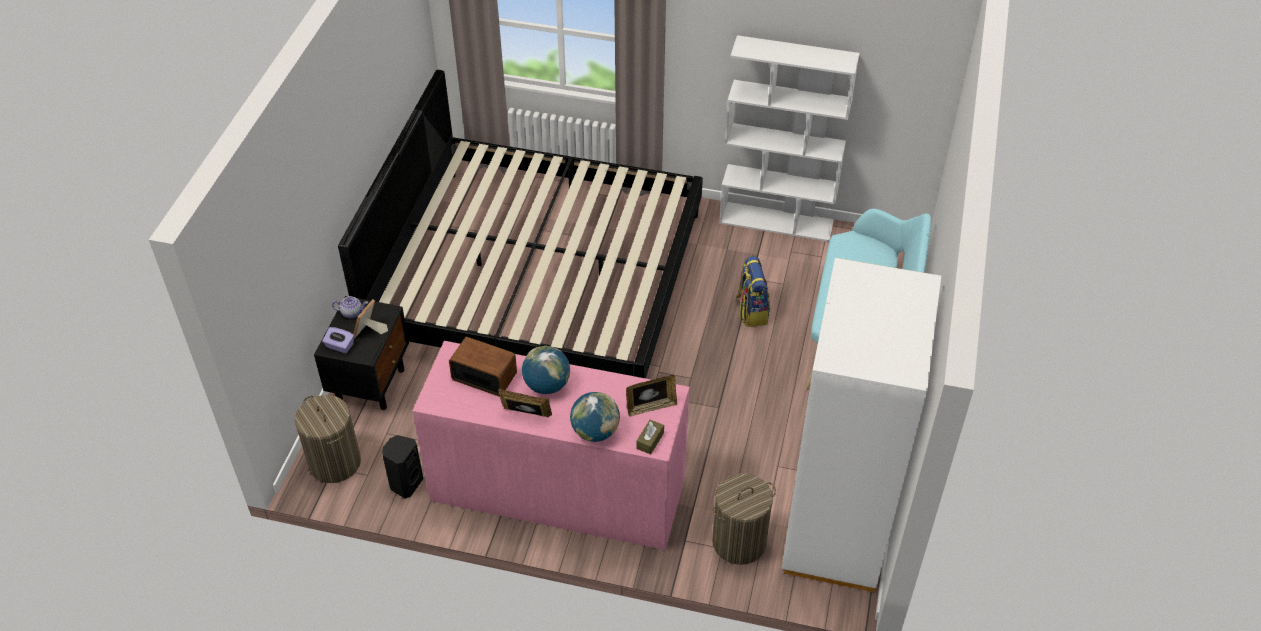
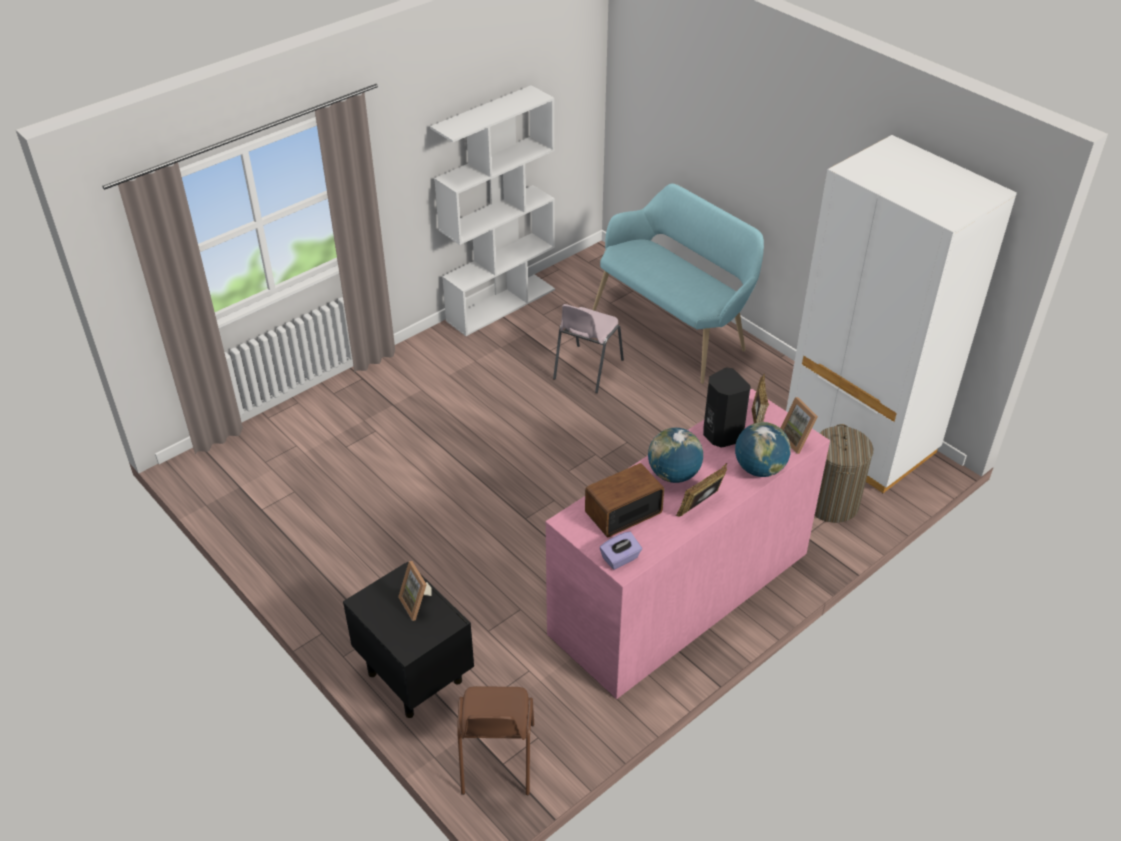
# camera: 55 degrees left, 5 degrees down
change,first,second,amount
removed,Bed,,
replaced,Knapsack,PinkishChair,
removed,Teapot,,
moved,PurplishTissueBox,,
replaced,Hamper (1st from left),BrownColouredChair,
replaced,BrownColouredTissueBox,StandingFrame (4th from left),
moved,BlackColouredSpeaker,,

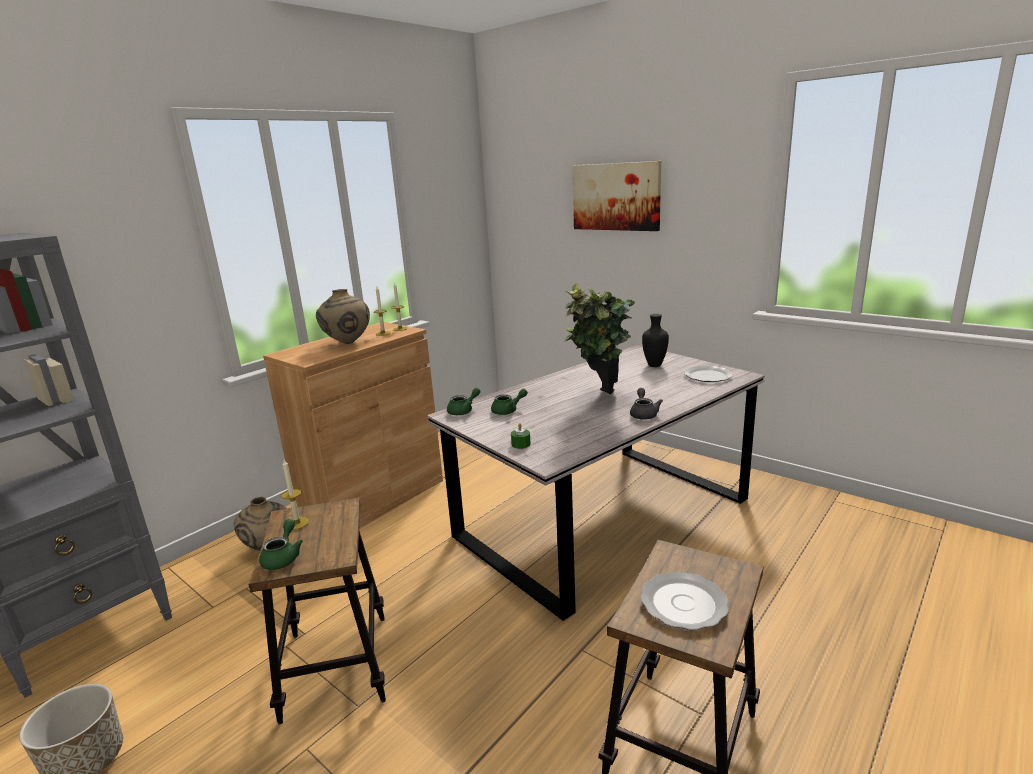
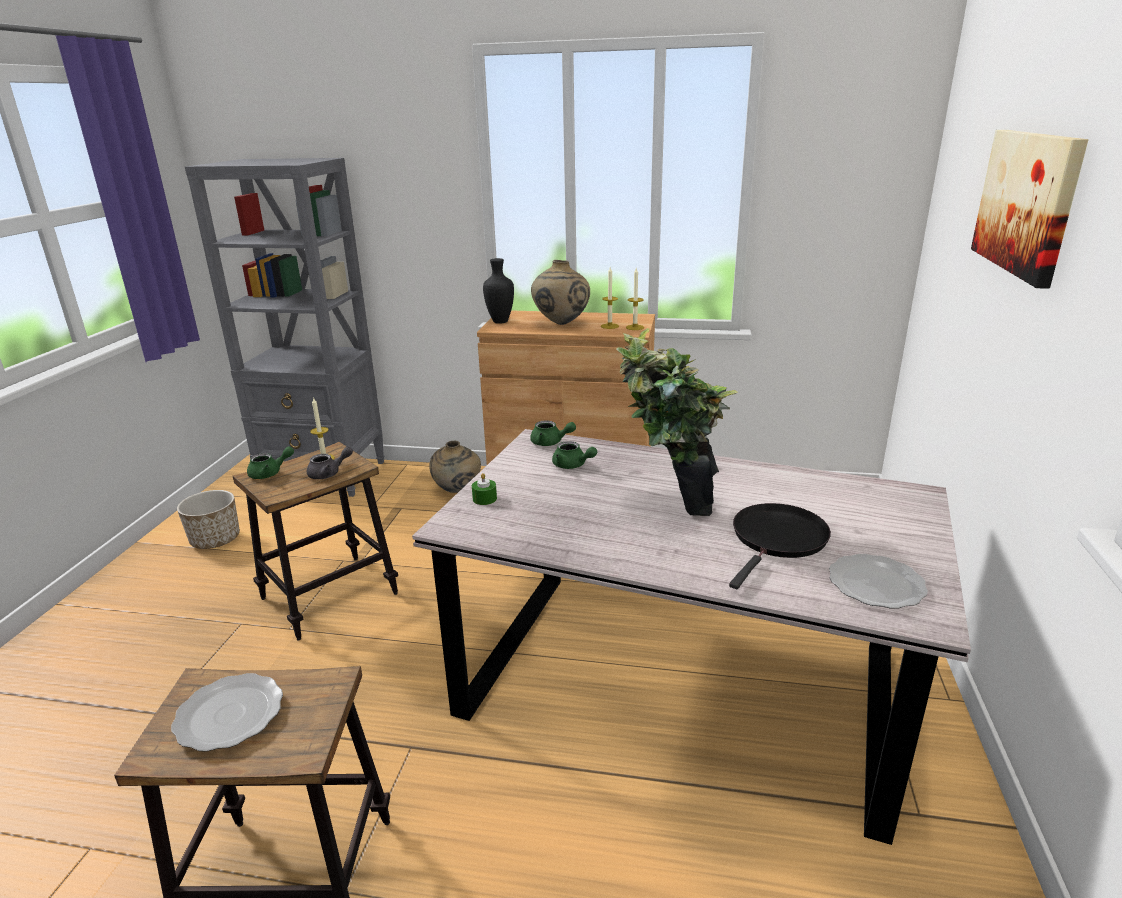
# camera: 60 degrees right, 5 degrees up
change,first,second,amount
moved,BlackColouredFlowerVase,,
moved,GreyTeapot,,
added,,BlackColouredSkillet,

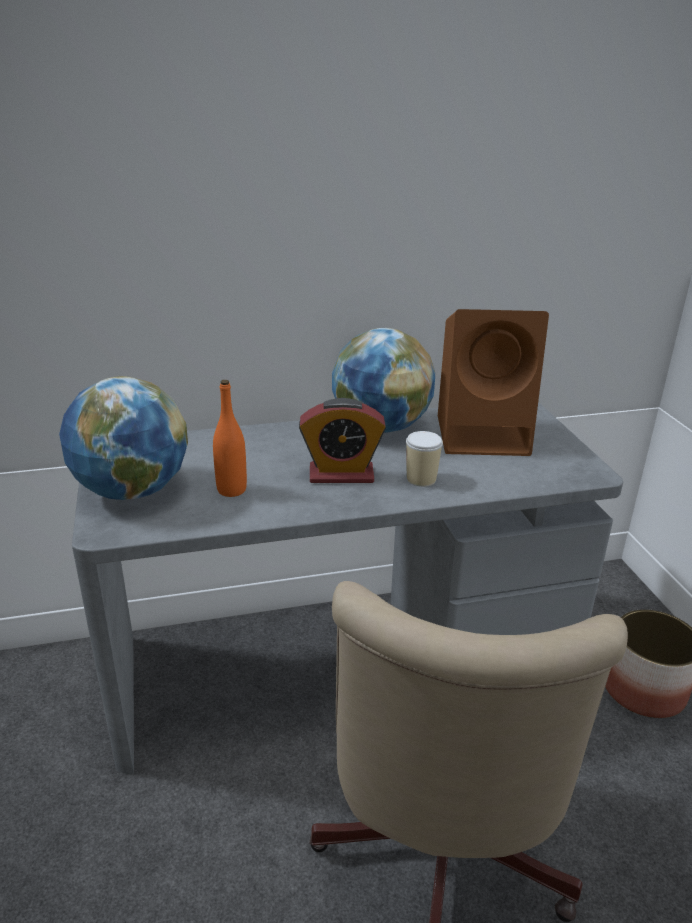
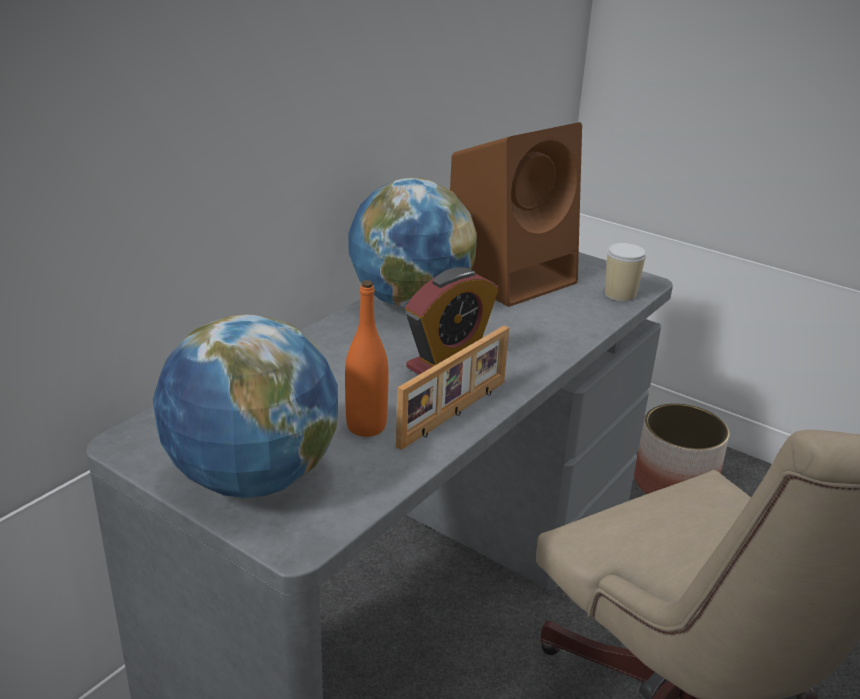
# camera: 40 degrees left, 0 degrees up
change,first,second,amount
moved,DrinkingCup,,
added,,StandingFrame,

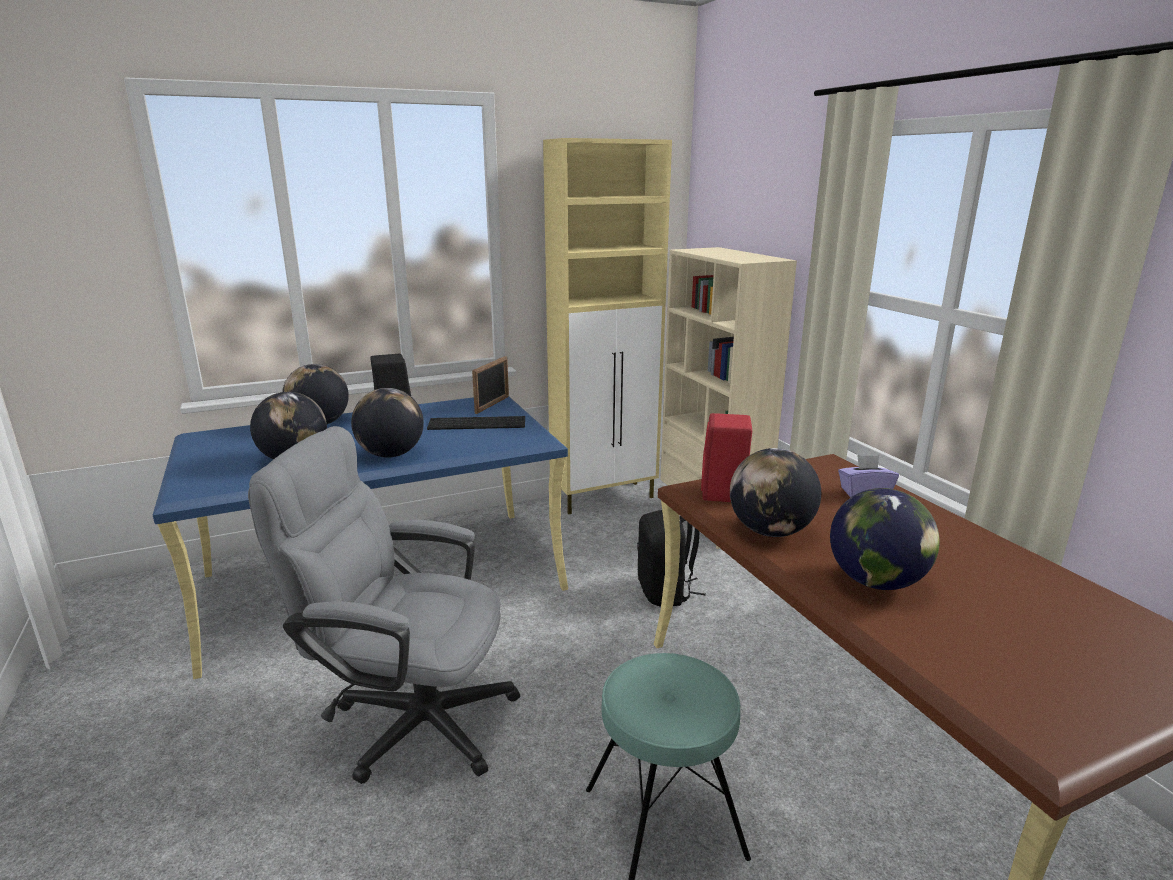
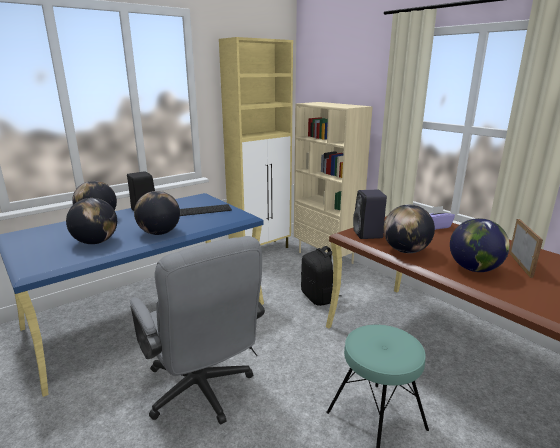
# camera: 15 degrees left, 0 degrees up
change,first,second,amount
moved,StandingFrame,,
recoloured,RedSpeaker,BlackColouredSpeaker (2nd from left),
turned,GreyDeskChair,,120 degrees counterclockwise

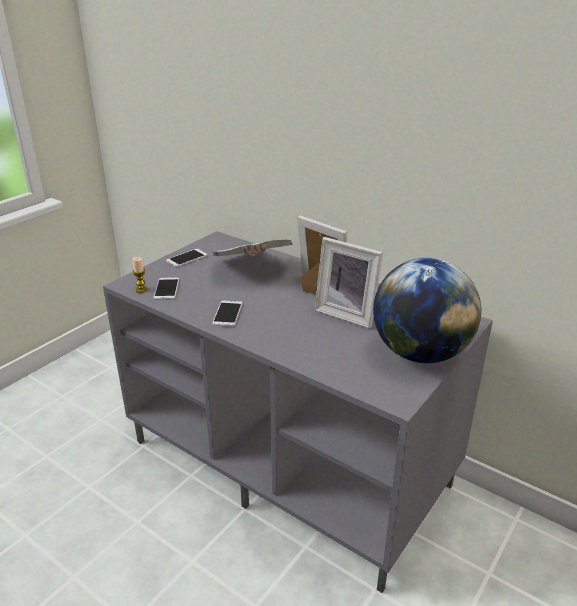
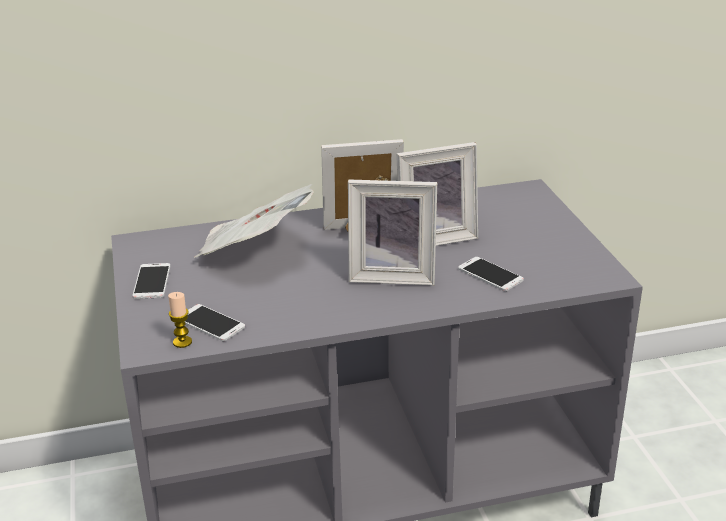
# camera: 50 degrees left, 0 degrees up
change,first,second,amount
removed,WorldGlobe,,
moved,Phone (3rd from left),,
added,,StandingFrame (2nd from left),

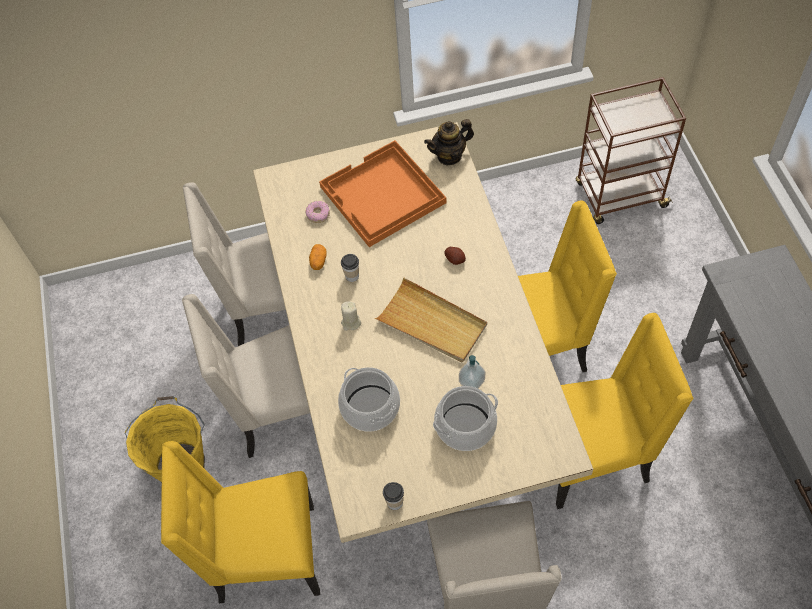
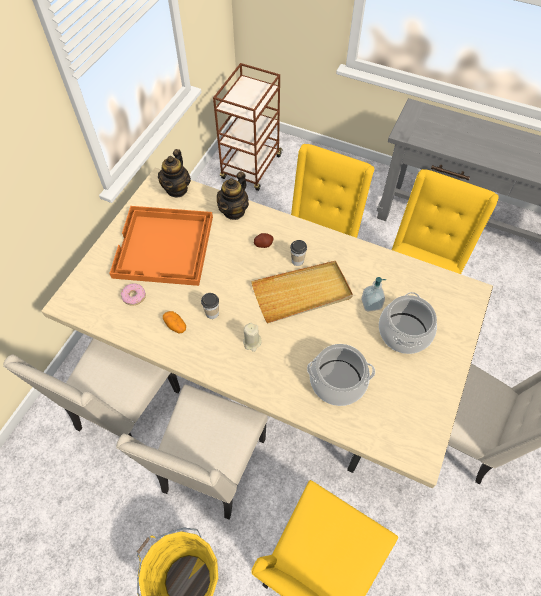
# camera: 55 degrees left, 0 degrees up
change,first,second,amount
moved,DrinkingCup (2nd from left),,
added,,Teapot (2nd from left),

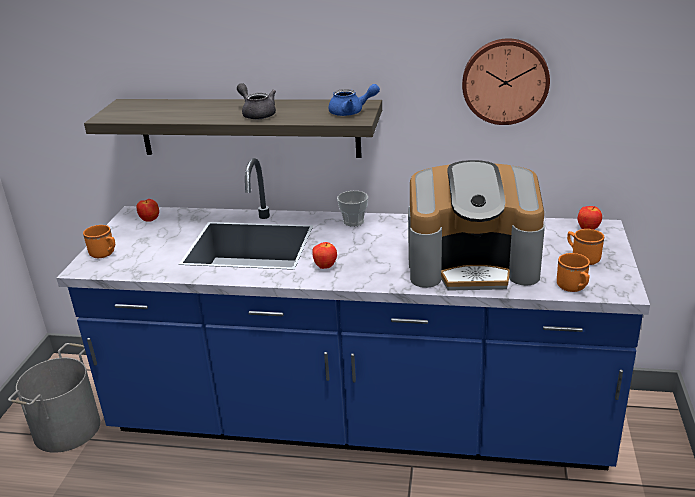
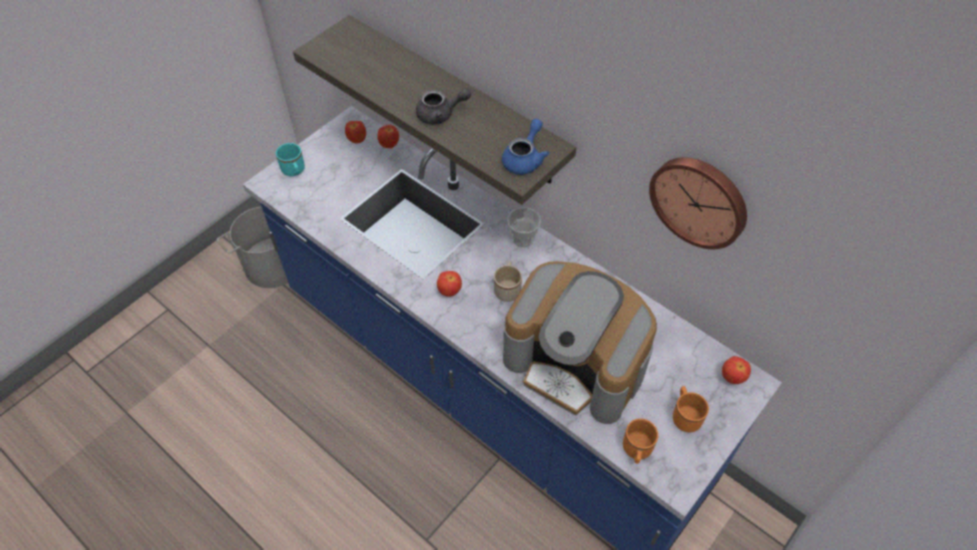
# camera: 30 degrees right, 25 degrees up
change,first,second,amount
turned,GreyTeapot,,90 degrees clockwise
turned,BlueTeapot,,90 degrees counterclockwise
recoloured,OrangeColouredTeaMug (1st from left),TurquoiseColouredTeaMug,
added,,AppleFruit (2nd from left),
added,,SandColouredTeaMug,

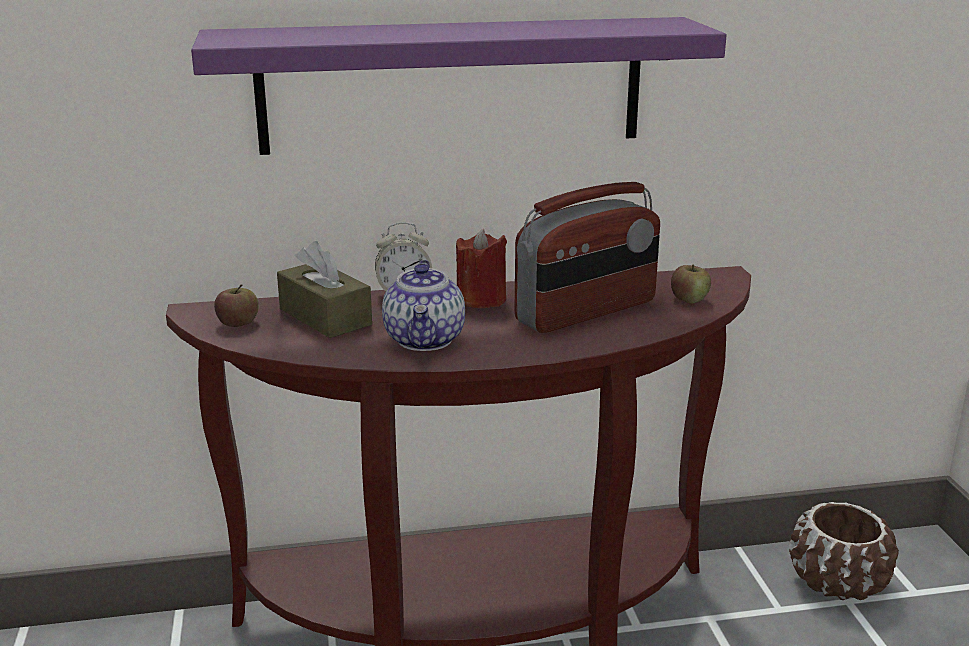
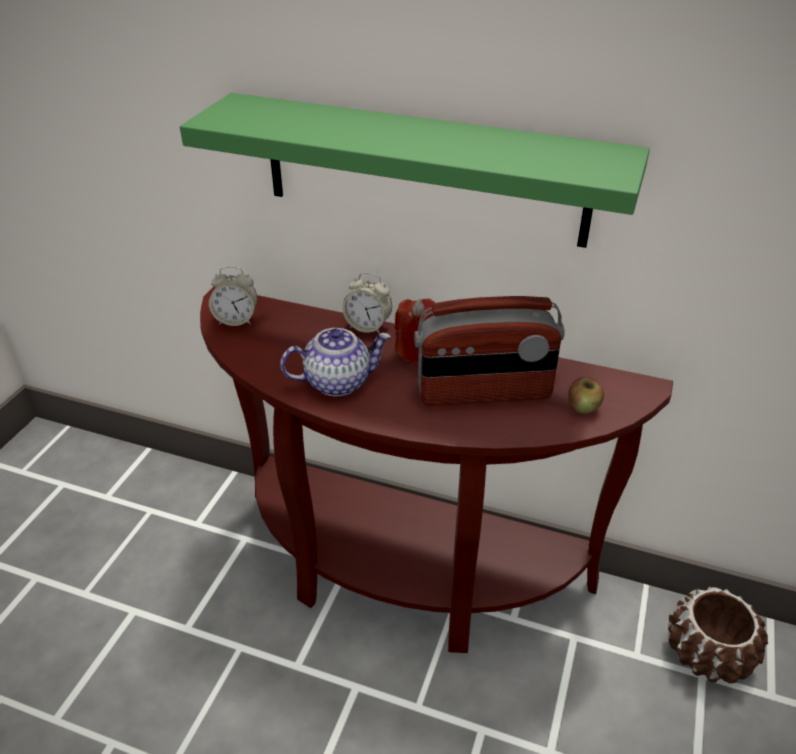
# camera: 30 degrees right, 15 degrees up
change,first,second,amount
recoloured,PurplishWallShelf,GreenWallShelf,
removed,BrownColouredTissueBox,,
turned,Teapot,,135 degrees counterclockwise
replaced,AppleFruit (1st from left),BedsideClock (1st from left),

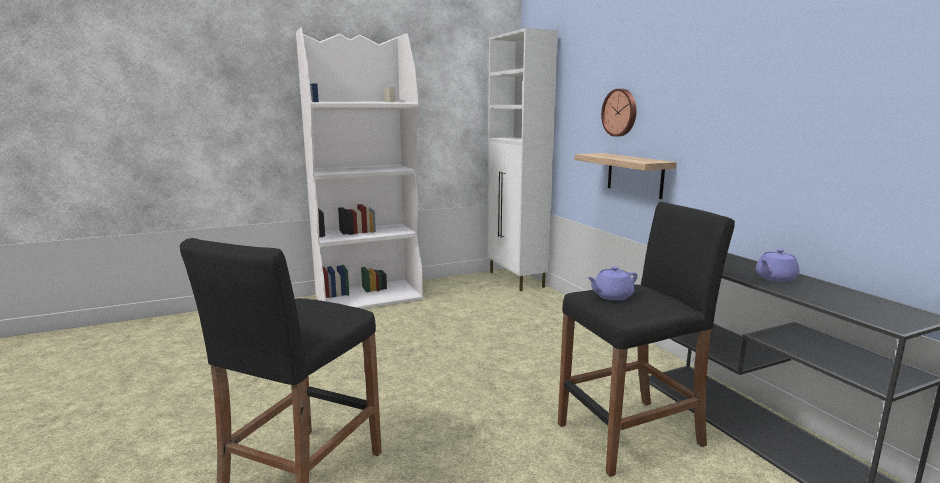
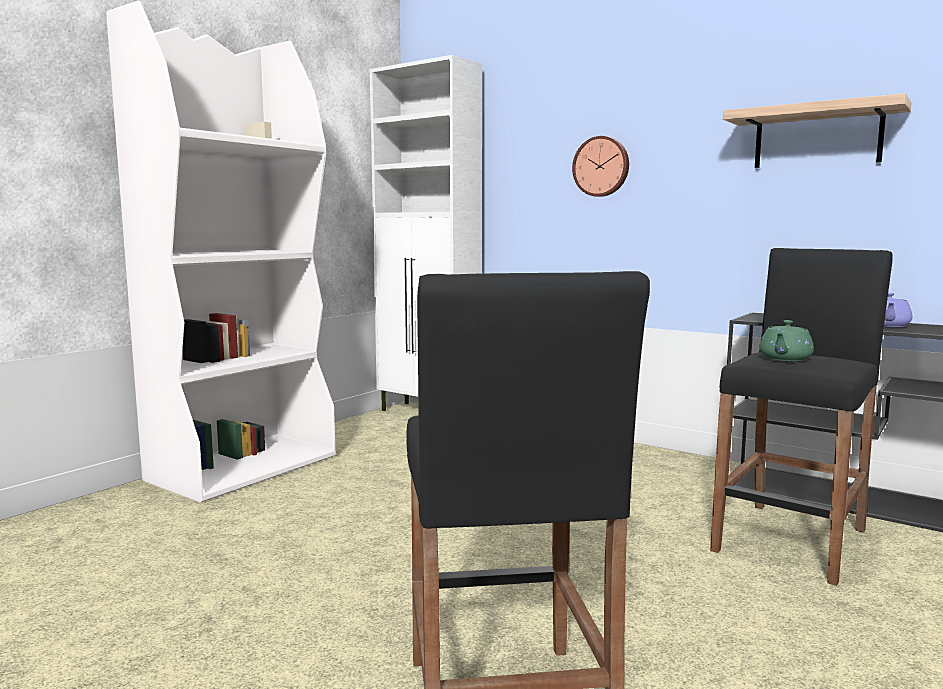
# camera: 30 degrees left, 5 degrees down
change,first,second,amount
moved,WallShelf,,
recoloured,PurplishTeapot (1st from left),GreenTeapot,

